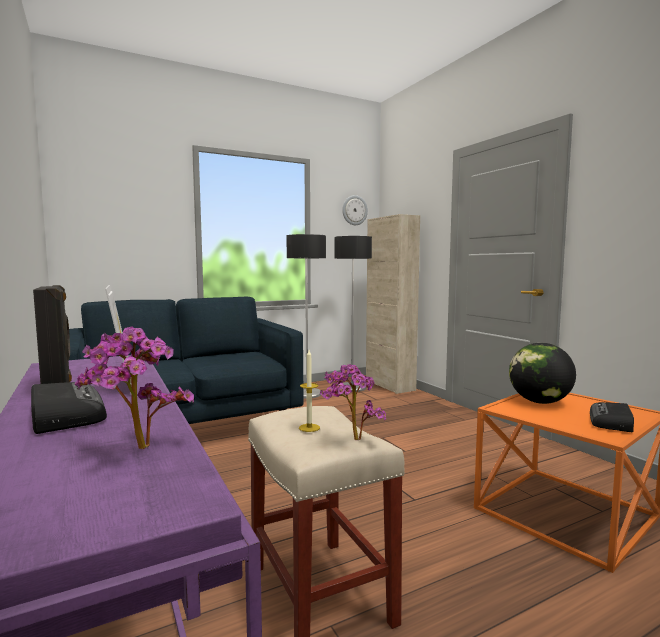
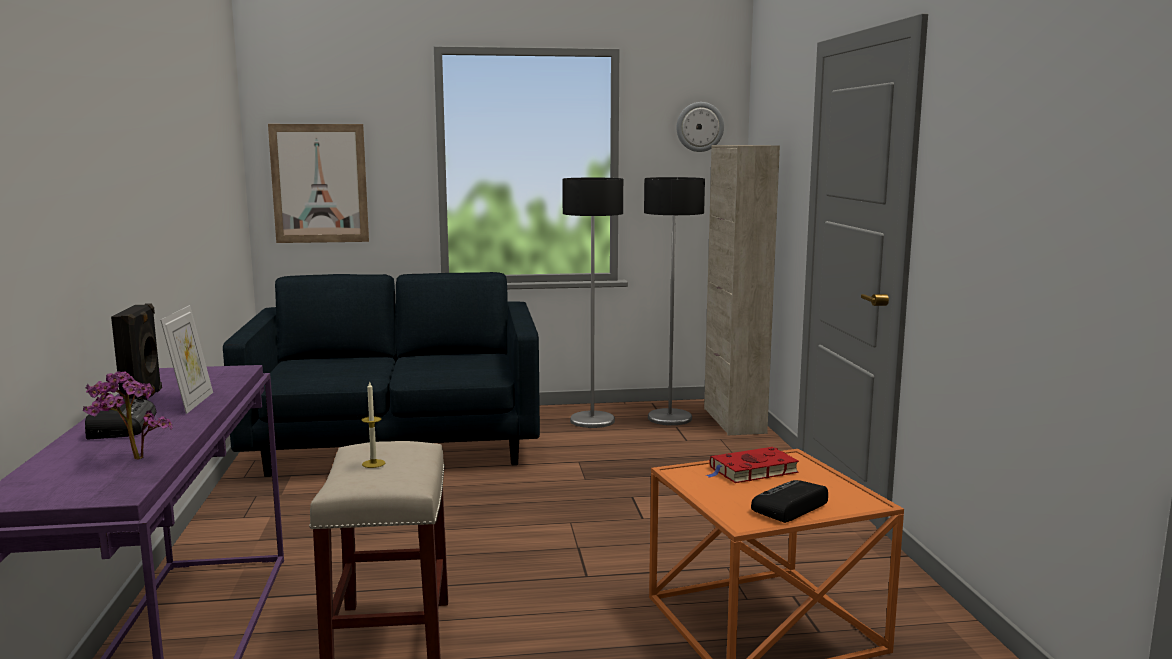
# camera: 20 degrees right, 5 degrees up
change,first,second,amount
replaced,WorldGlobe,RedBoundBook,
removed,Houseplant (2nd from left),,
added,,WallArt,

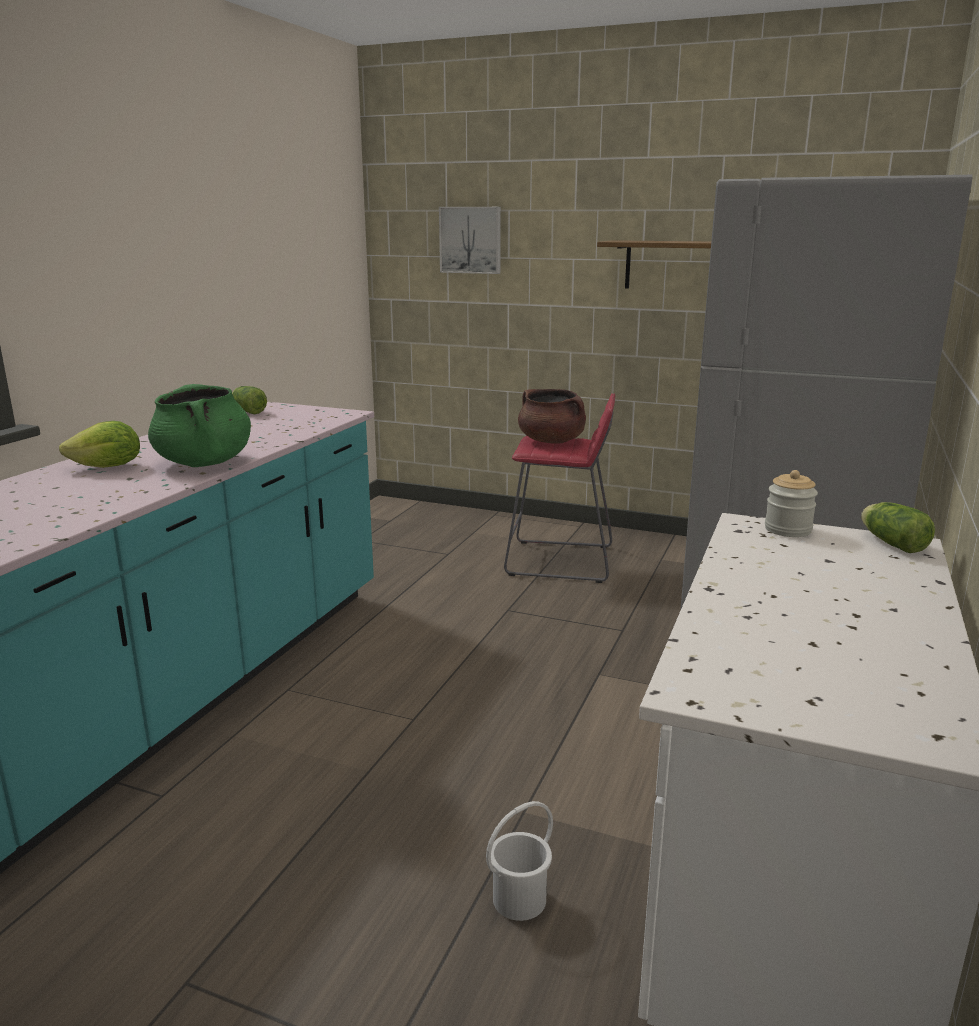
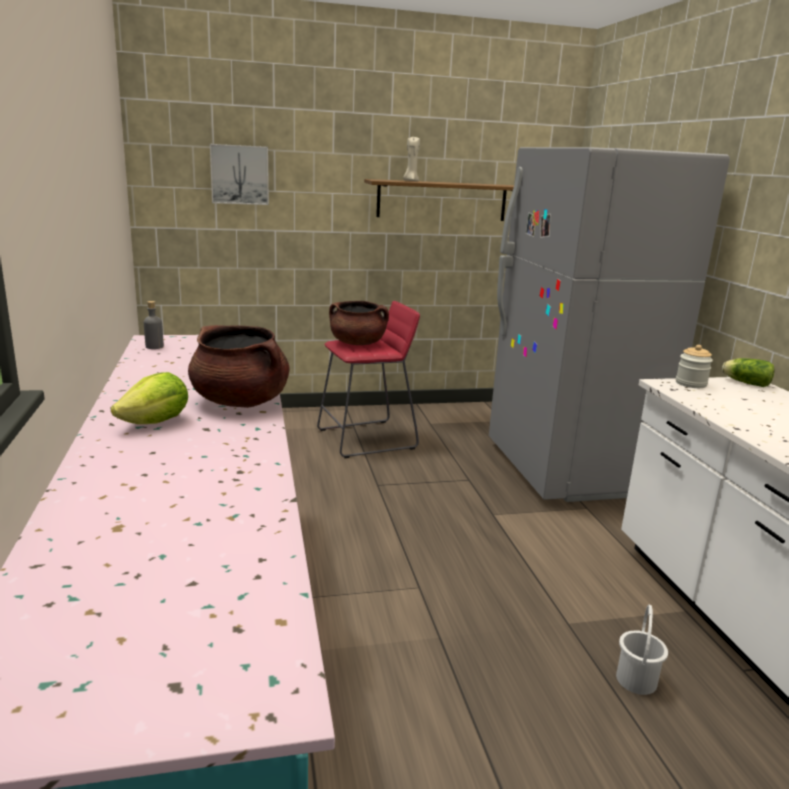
# camera: 35 degrees left, 0 degrees up
change,first,second,amount
recoloured,GreenStockpot,BrownColouredStockpot (1st from left),
replaced,LettuceHead (2nd from left),GreyDrinkBottle,
added,,SandColouredCandle,

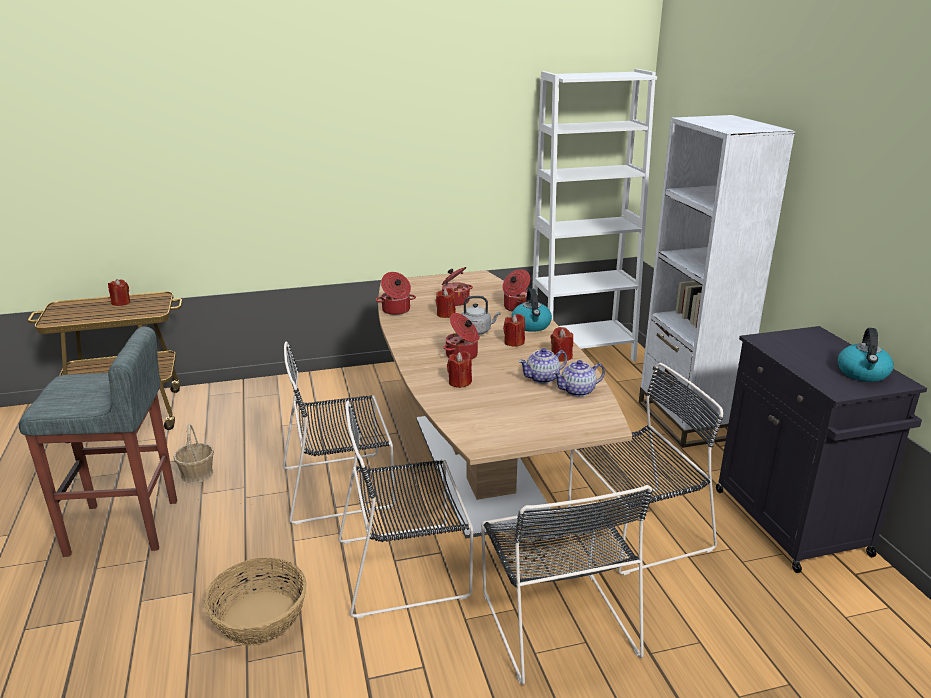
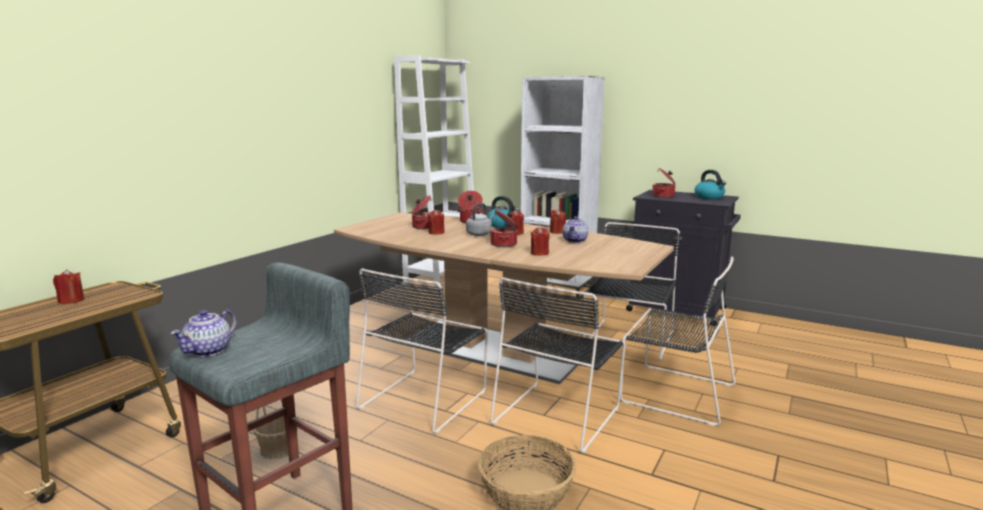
# camera: 45 degrees left, 10 degrees down
change,first,second,amount
moved,Stockpot (1st from left in the first image),Stockpot (4th from left),
moved,Teapot (2nd from left in the first image),Teapot (1st from left),

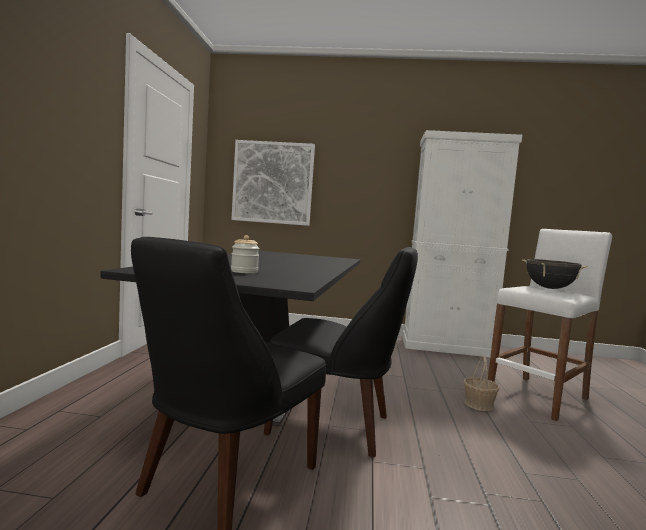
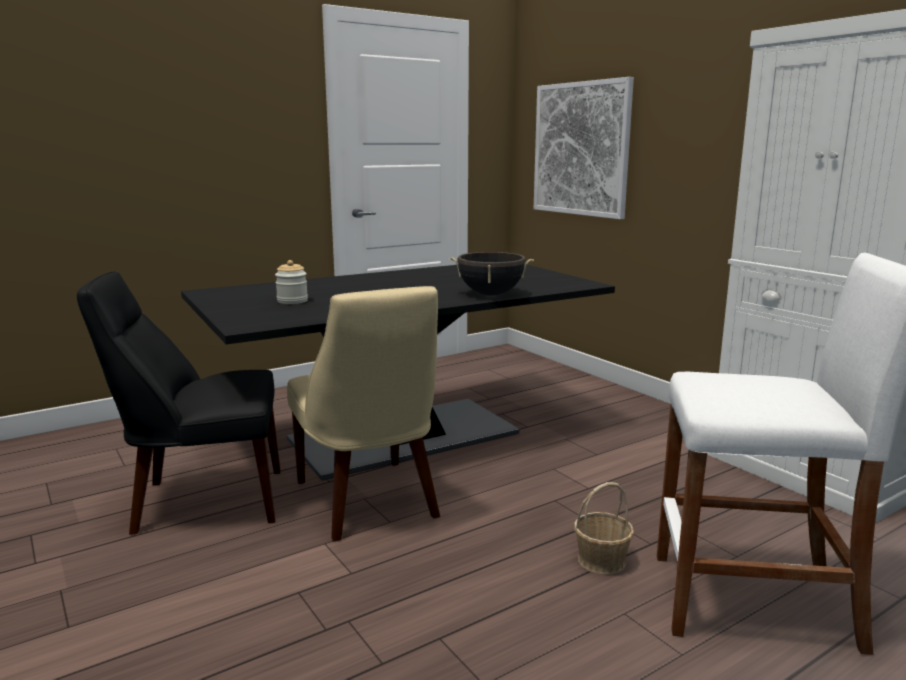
# camera: 50 degrees right, 10 degrees up
change,first,second,amount
recoloured,BlackColouredChair (2nd from left),SandColouredChair,
moved,BlackColouredStockpot,,

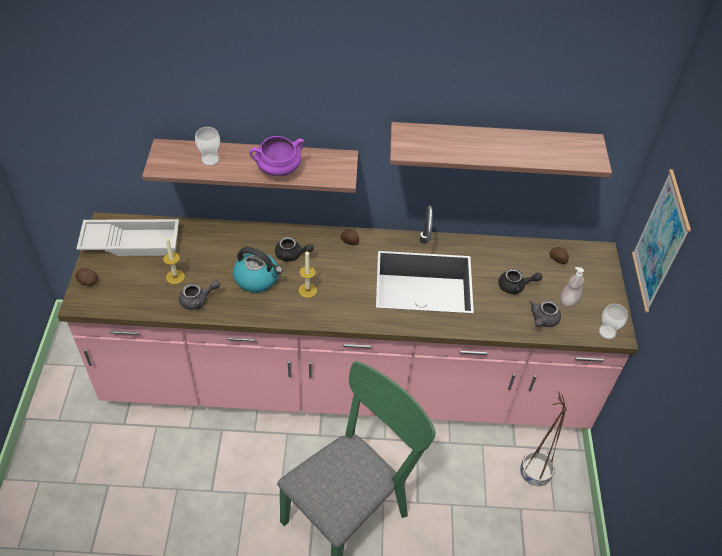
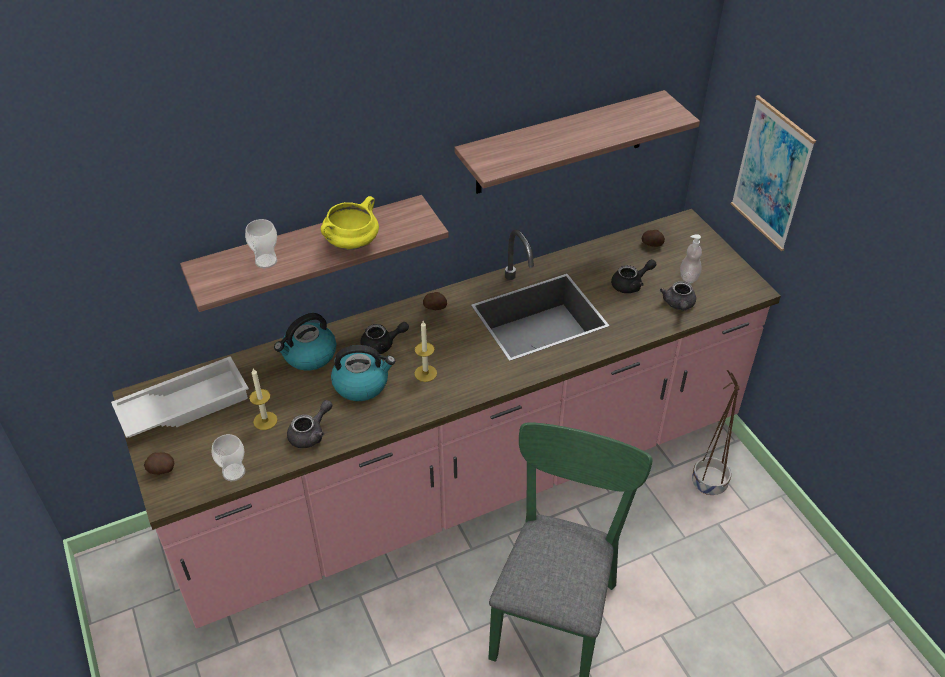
# camera: 25 degrees left, 5 degrees down
change,first,second,amount
recoloured,PurplishStockpot,YellowStockpot,
moved,DrinkingCup (2nd from left in the first image),DrinkingCup (1st from left),
added,,Kettle (1st from left),

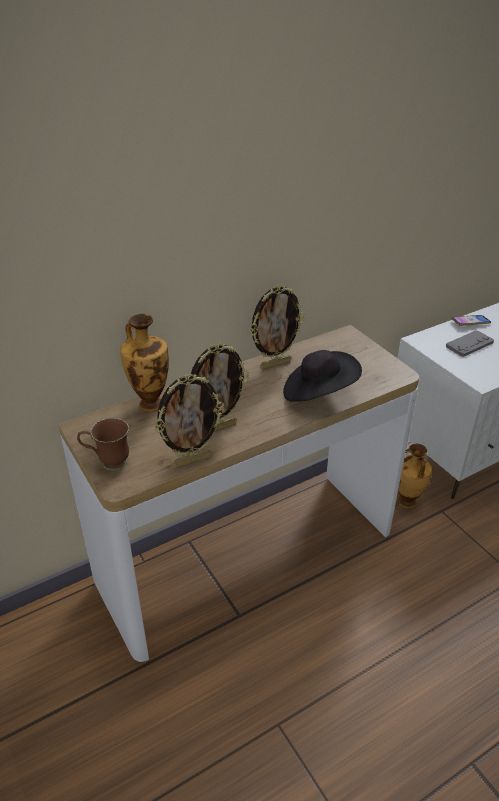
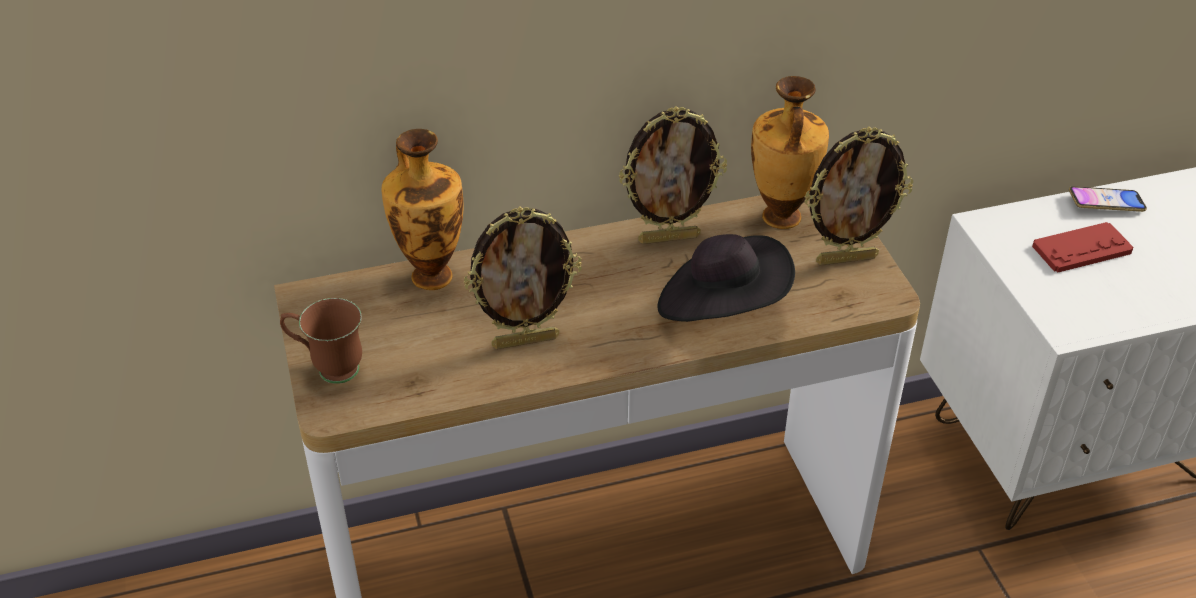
# camera: 15 degrees right, 5 degrees up
change,first,second,amount
recoloured,GreyGamepad,RedGamepad,
moved,StandingFrame (1st from left in the first image),StandingFrame (3rd from left),
moved,FlowerVase (2nd from left),,

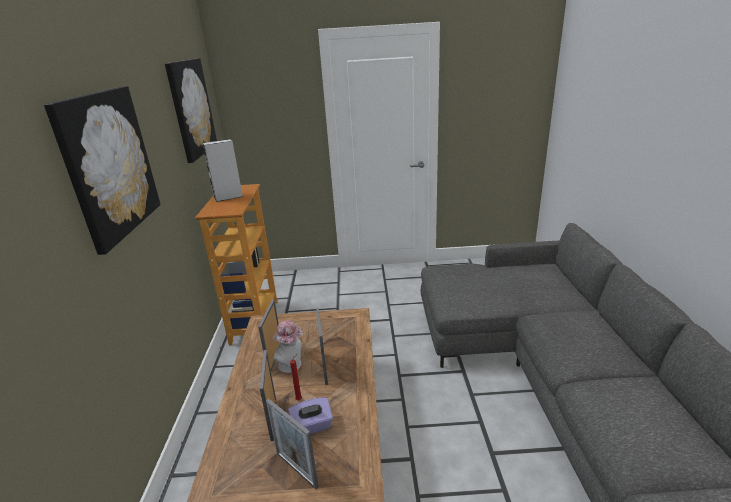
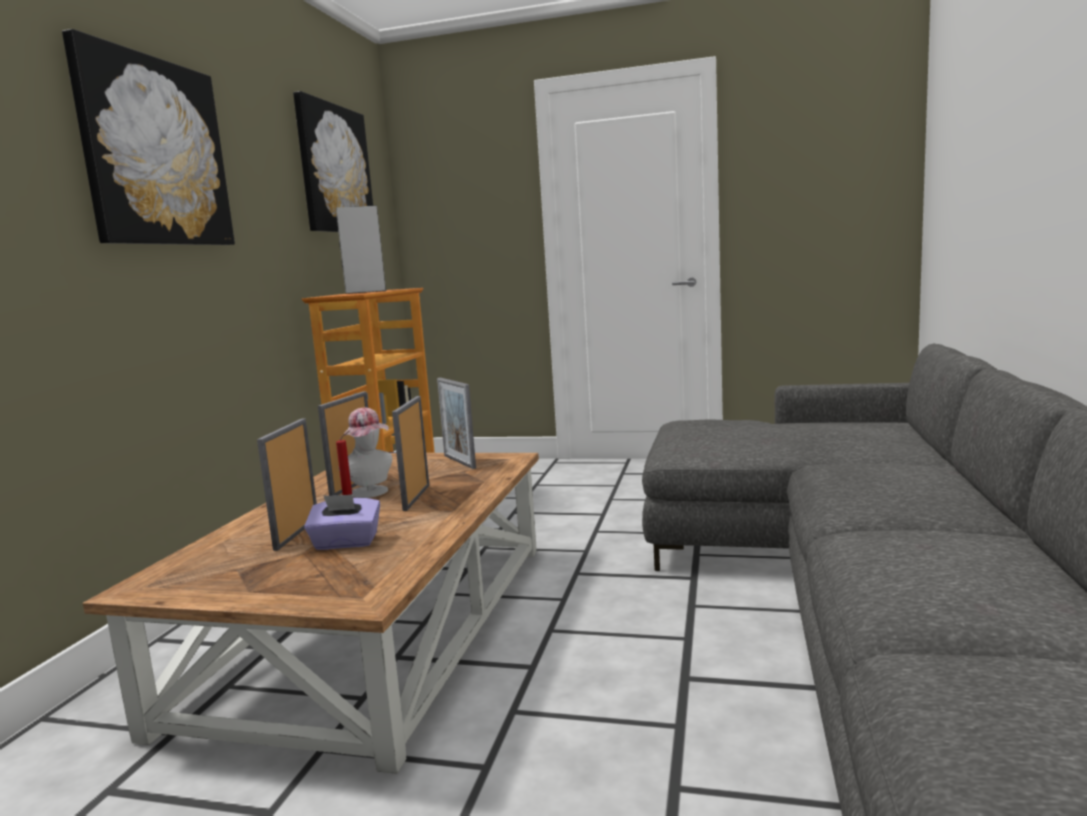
# camera: 15 degrees right, 15 degrees down
change,first,second,amount
moved,StandingFrame (3rd from left in the first image),StandingFrame (4th from left),

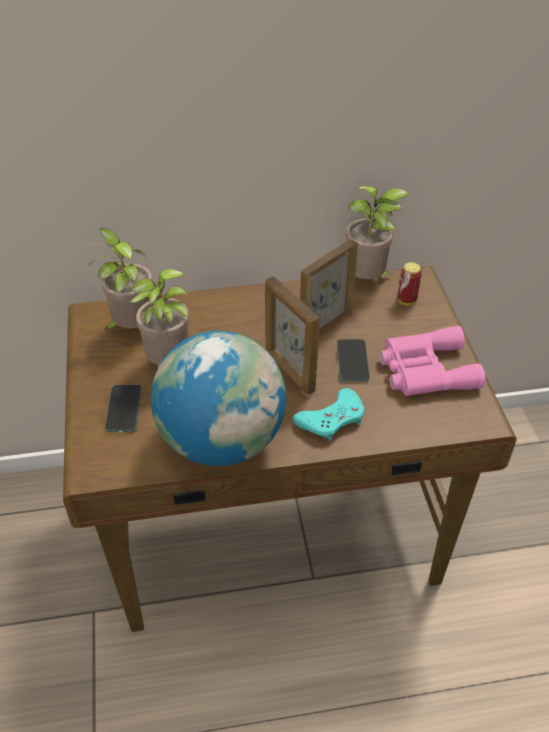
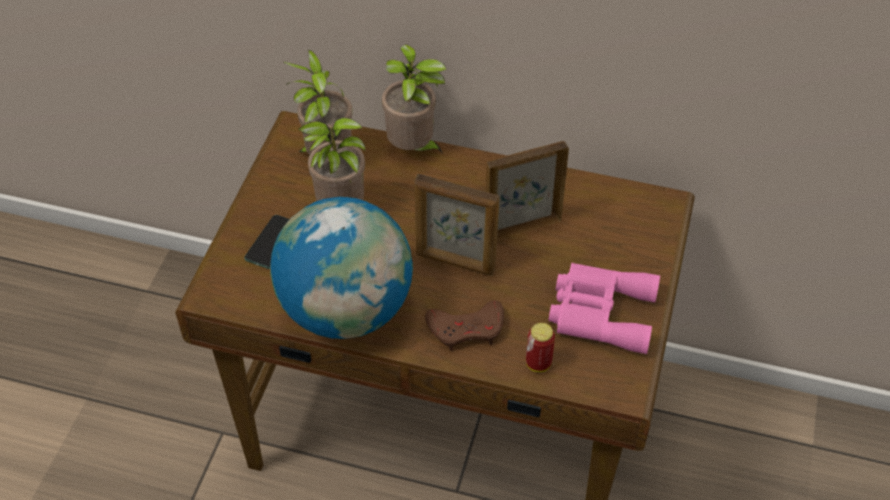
# camera: 25 degrees right, 5 degrees up
change,first,second,amount
moved,Houseplant (3rd from left),,
moved,SealedCan,,
turned,StandingFrame (1st from left),,60 degrees counterclockwise
removed,Phone (2nd from left),,
recoloured,TurquoiseColouredGamepad,BrownColouredGamepad,

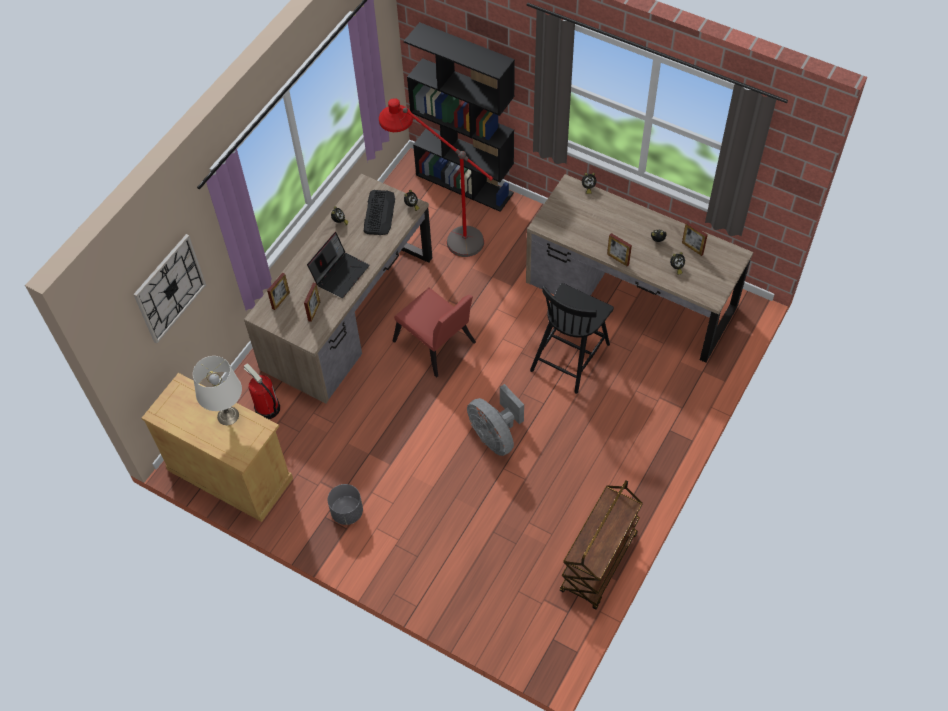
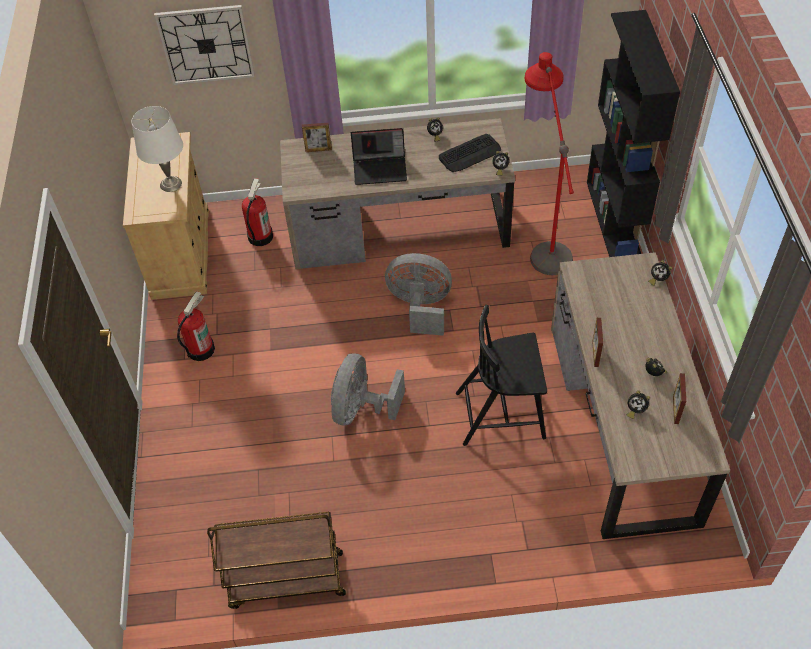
# camera: 55 degrees right, 5 degrees down
change,first,second,amount
removed,StandingFrame (2nd from left),,
replaced,RedChair,GreyElectricFan (2nd from left),
replaced,GreyPlanter,FireFightingCylinder (1st from left),

